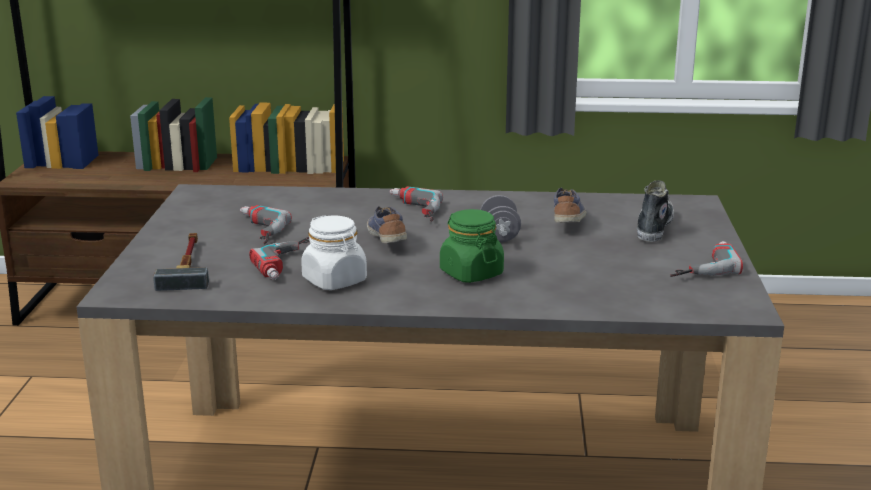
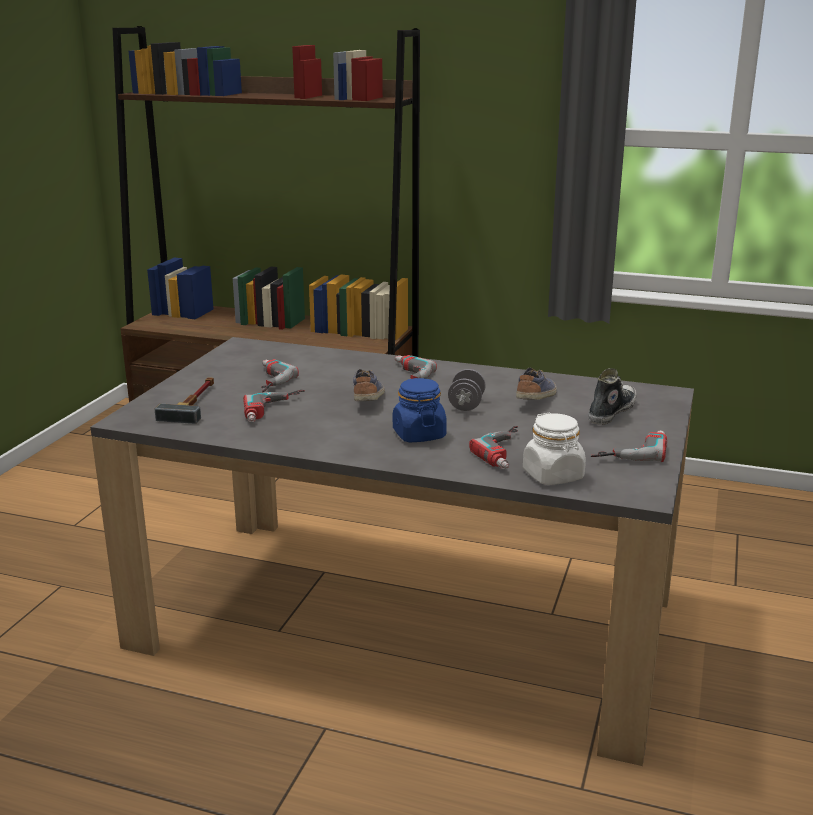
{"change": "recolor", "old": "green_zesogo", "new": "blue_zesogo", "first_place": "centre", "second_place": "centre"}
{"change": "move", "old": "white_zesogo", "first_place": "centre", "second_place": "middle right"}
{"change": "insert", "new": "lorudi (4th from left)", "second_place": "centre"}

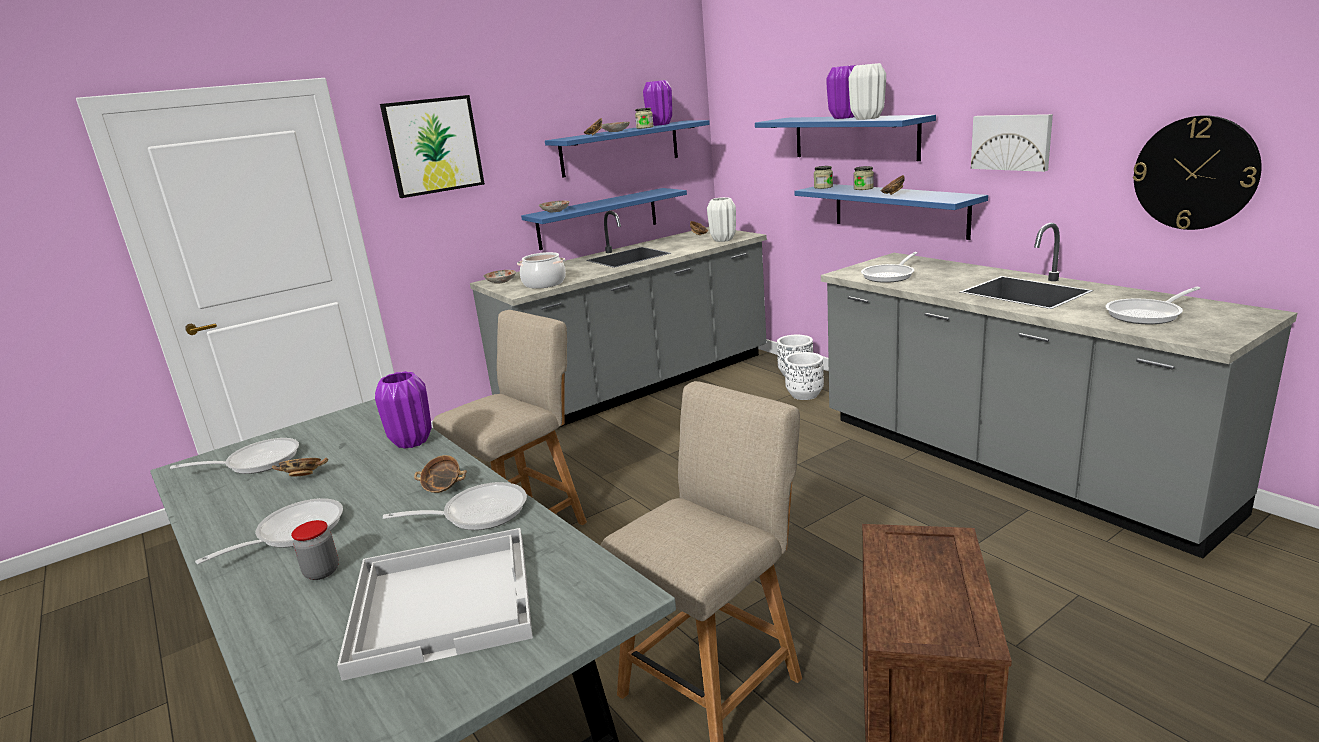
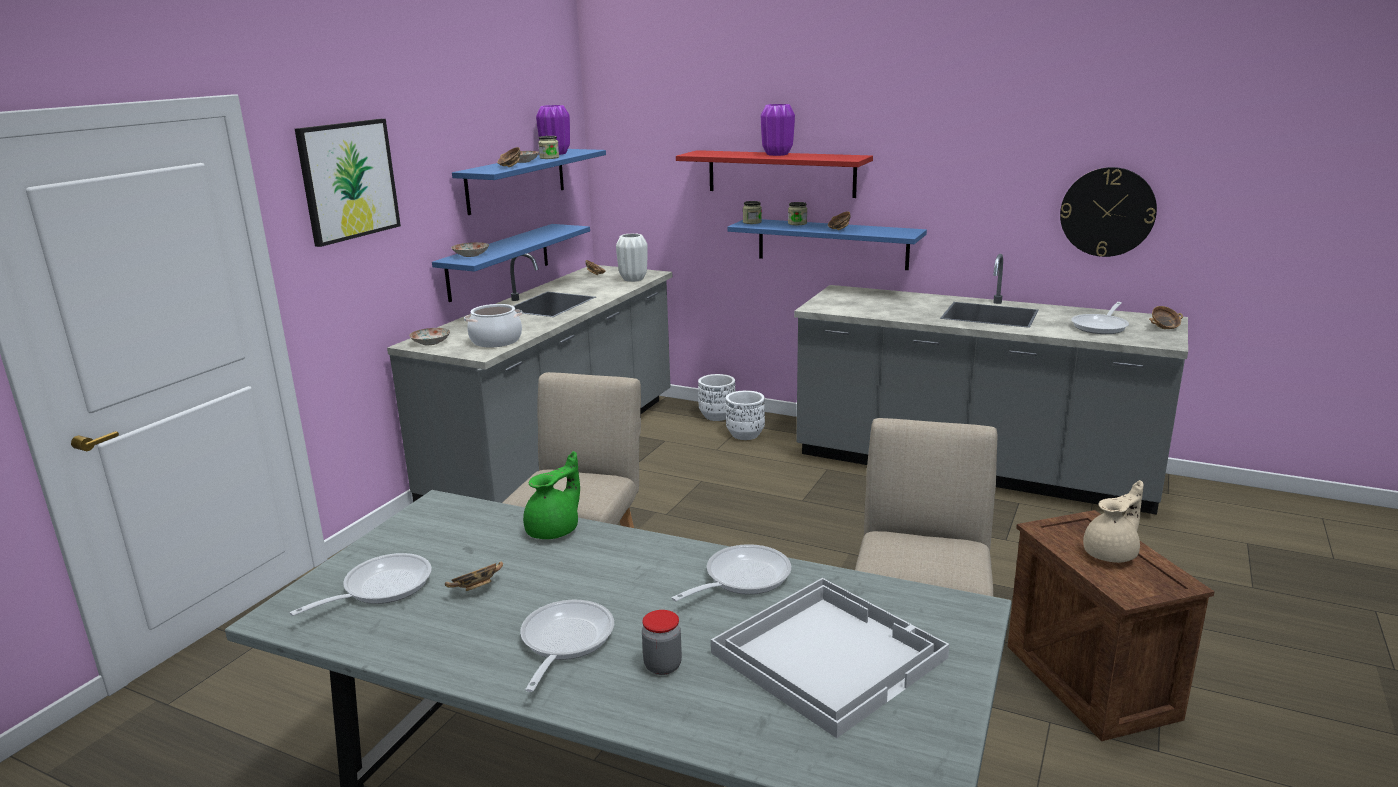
{"change": "delete", "old": "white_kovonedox (2nd from left)", "first_place": "top centre"}
{"change": "delete", "old": "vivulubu (2nd from left)", "first_place": "top right"}
{"change": "recolor", "old": "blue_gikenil (3rd from left)", "new": "red_gikenil", "first_place": "top centre", "second_place": "top centre"}
{"change": "delete", "old": "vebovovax (4th from left)", "first_place": "middle right"}
{"change": "replace", "old": "purple_kovonedox (1st from left)", "new": "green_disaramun", "first_place": "middle left", "second_place": "centre"}
{"change": "move", "old": "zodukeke (2nd from left in the first image)", "new": "zodukeke (5th from left)", "first_place": "centre", "second_place": "middle right"}
{"change": "insert", "new": "beige_disaramun", "second_place": "middle right"}

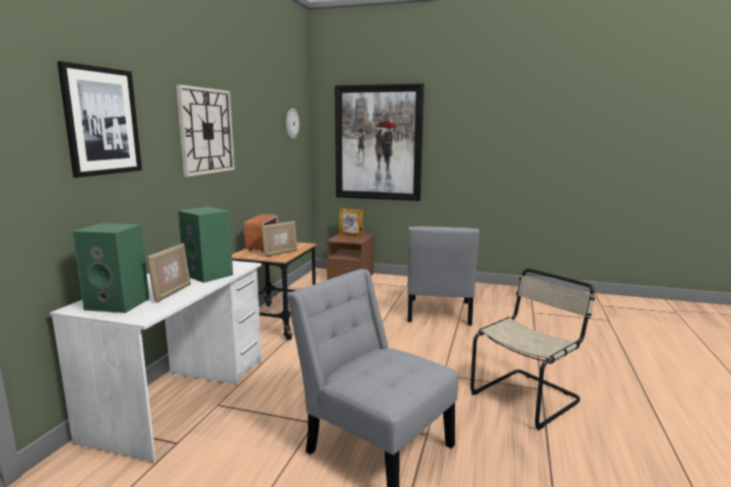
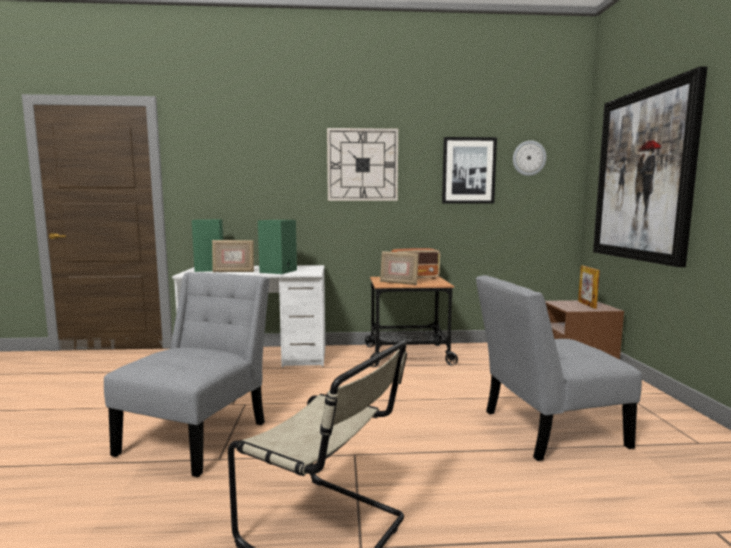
{"change": "move", "old": "vivulubu (1st from left)", "first_place": "top left", "second_place": "top centre"}

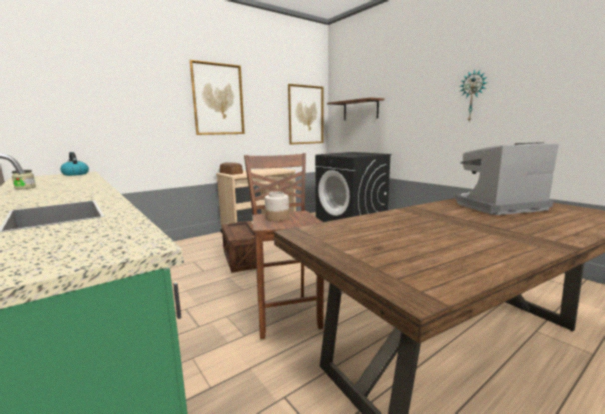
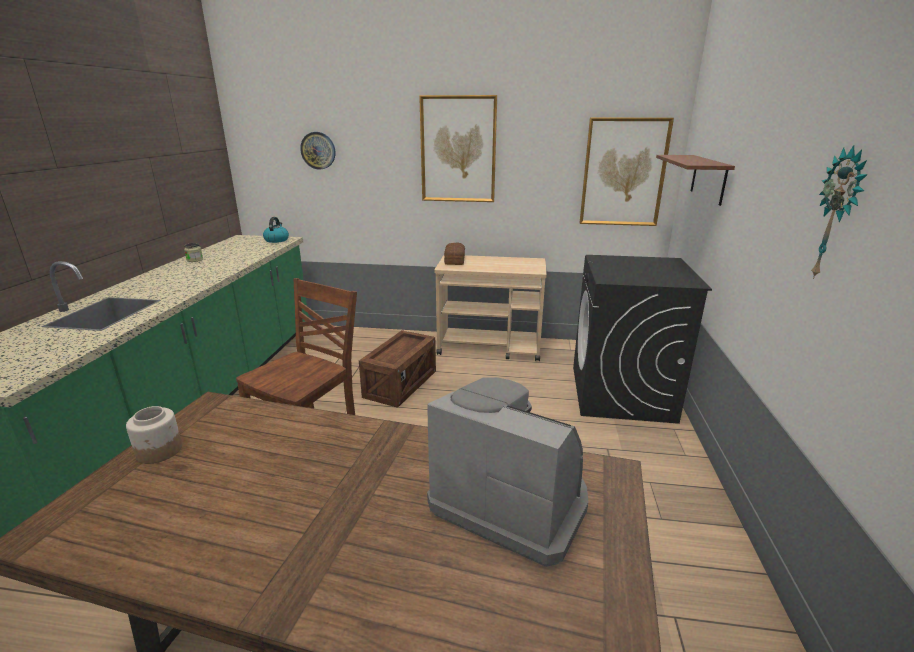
{"change": "move", "old": "zesogo (2nd from left in the first image)", "new": "zesogo (1st from left)", "first_place": "centre", "second_place": "bottom left"}
{"change": "insert", "new": "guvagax (1st from left)", "second_place": "top centre"}

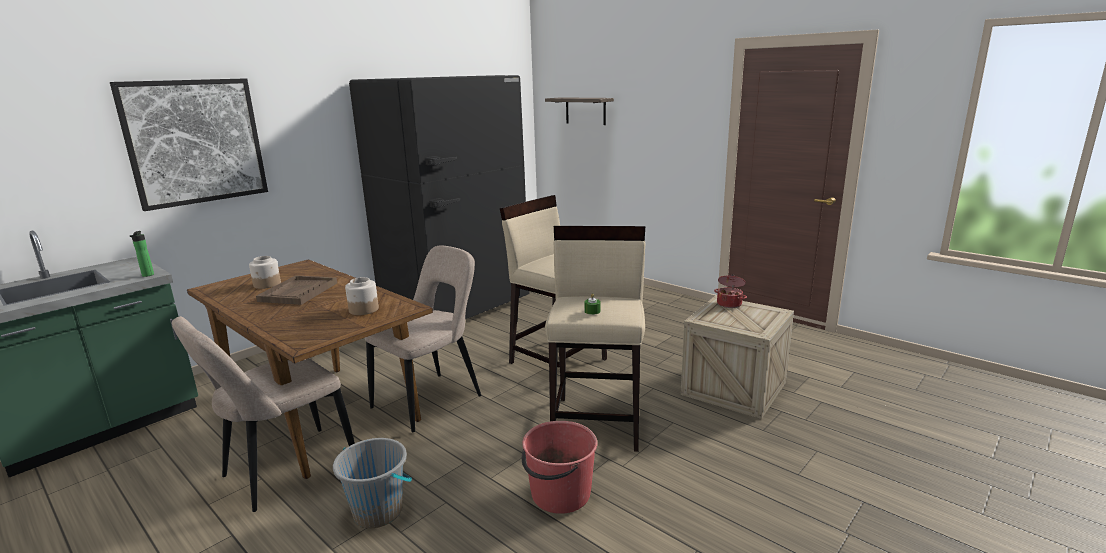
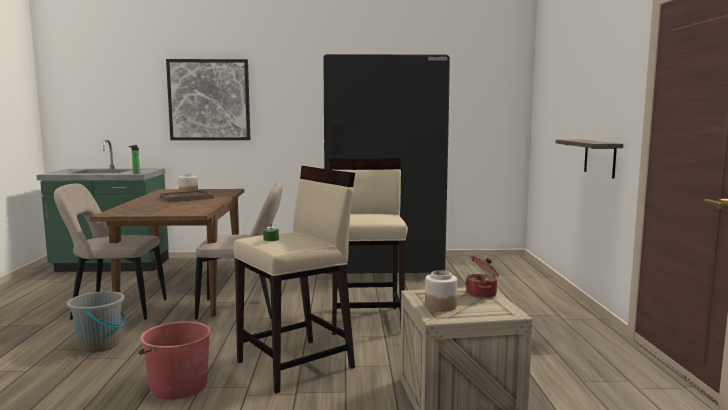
{"change": "move", "old": "gikenil", "first_place": "top centre", "second_place": "middle right"}
{"change": "move", "old": "zesogo (2nd from left)", "first_place": "middle left", "second_place": "bottom centre"}

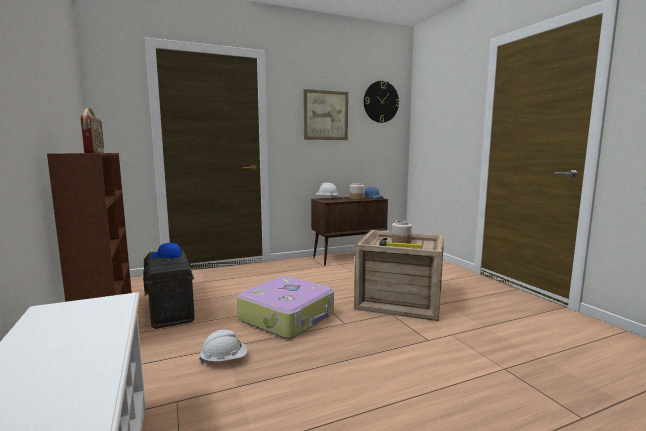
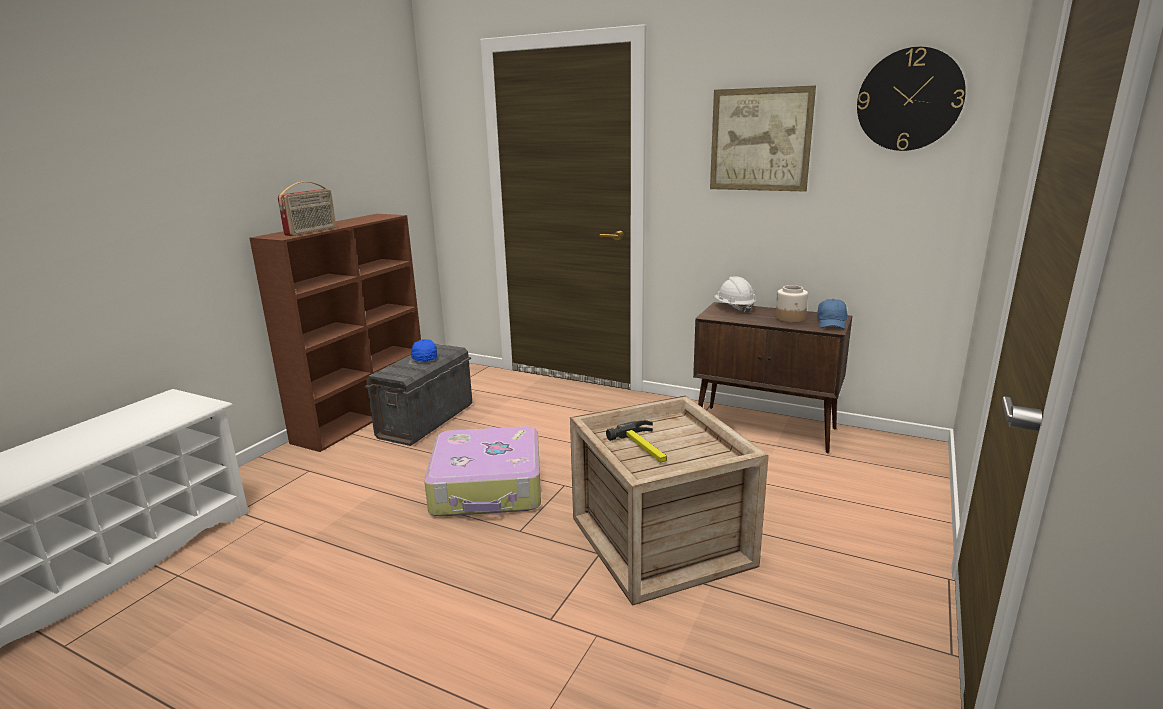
{"change": "delete", "old": "zesogo (2nd from left)", "first_place": "centre"}
{"change": "delete", "old": "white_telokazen (1st from left)", "first_place": "bottom centre"}

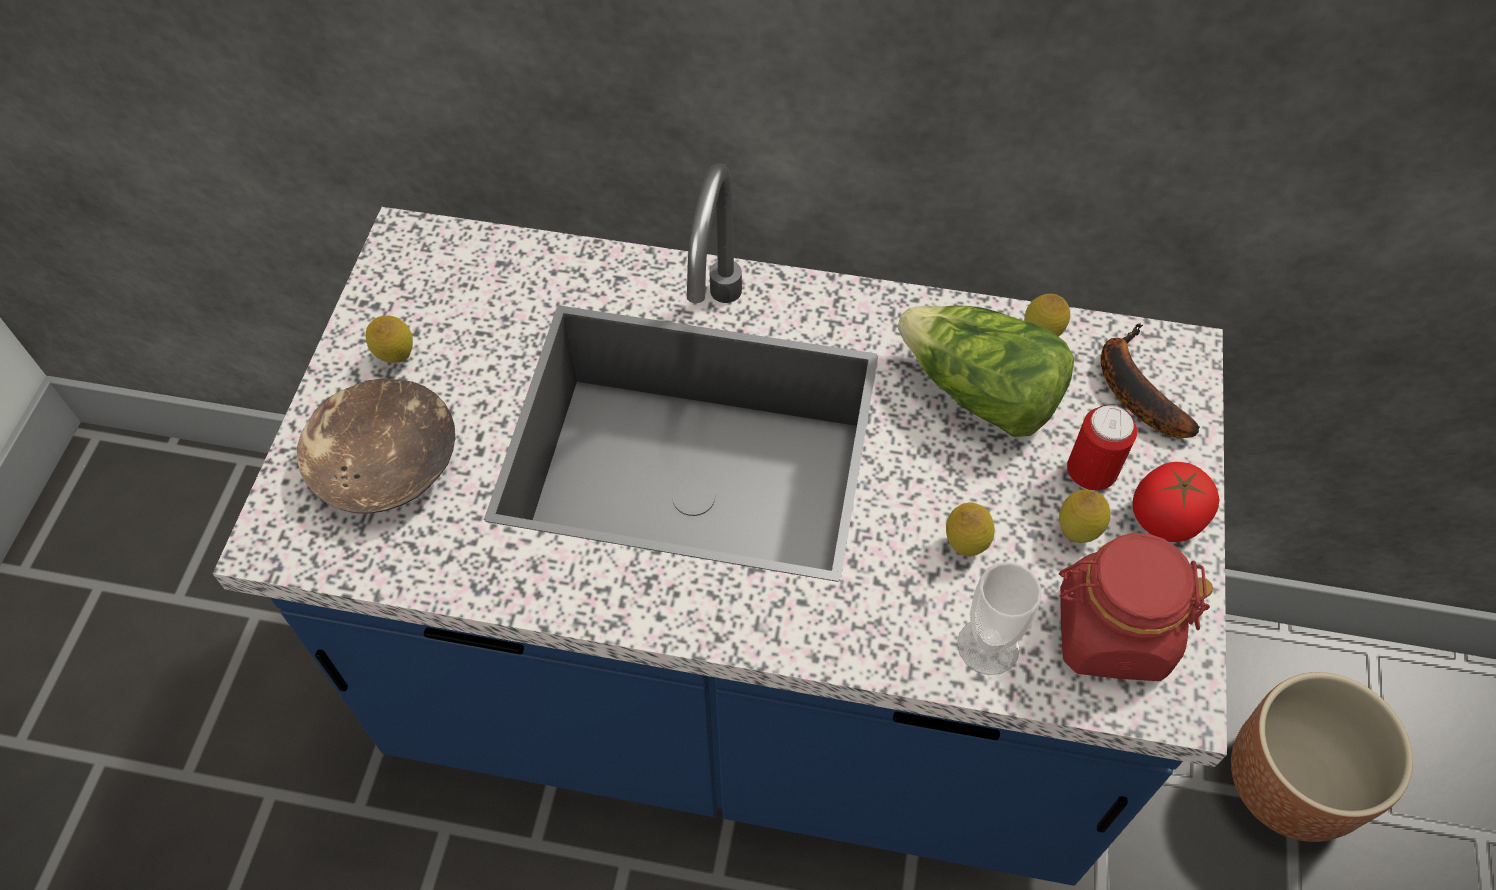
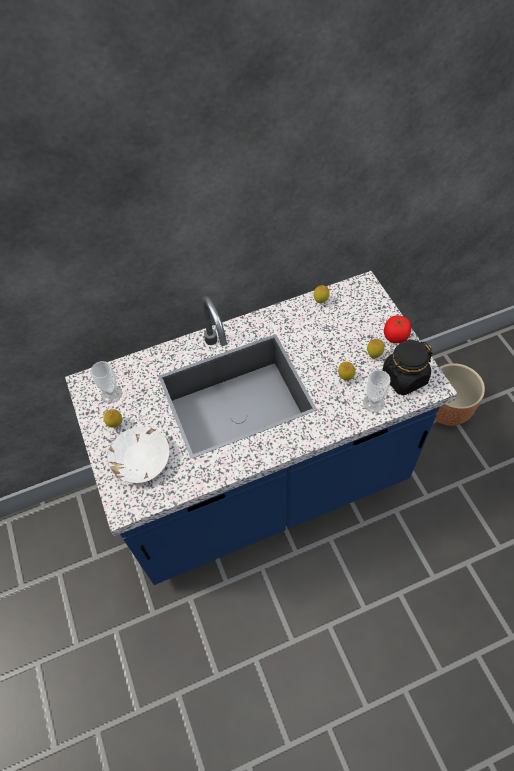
{"change": "delete", "old": "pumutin", "first_place": "centre"}
{"change": "delete", "old": "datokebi", "first_place": "middle right"}
{"change": "recolor", "old": "brown_zodukeke", "new": "white_zodukeke", "first_place": "middle left", "second_place": "middle left"}
{"change": "delete", "old": "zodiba", "first_place": "middle right"}
{"change": "recolor", "old": "red_zesogo", "new": "black_zesogo", "first_place": "bottom right", "second_place": "middle right"}
{"change": "insert", "new": "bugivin (1st from left)", "second_place": "middle left"}

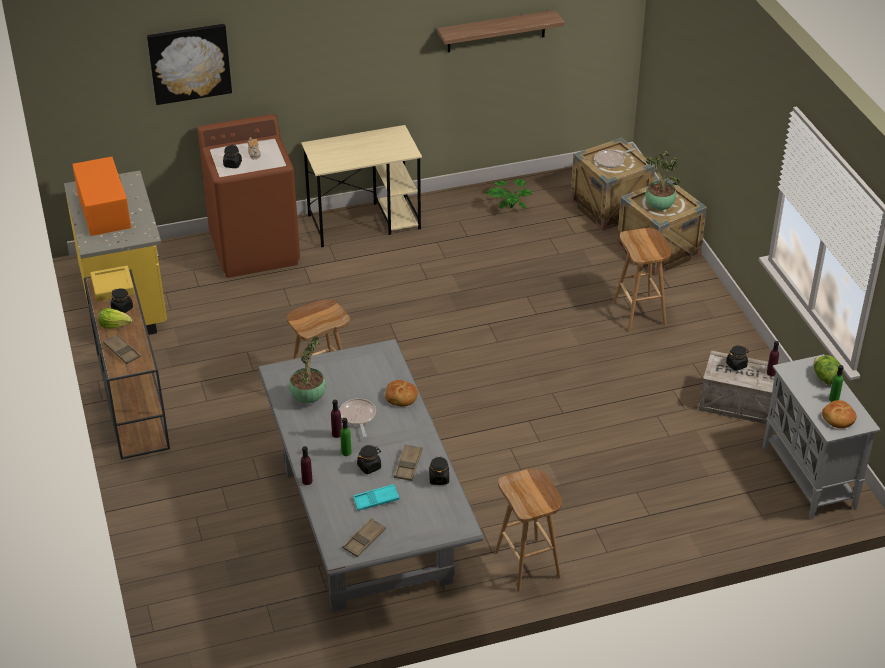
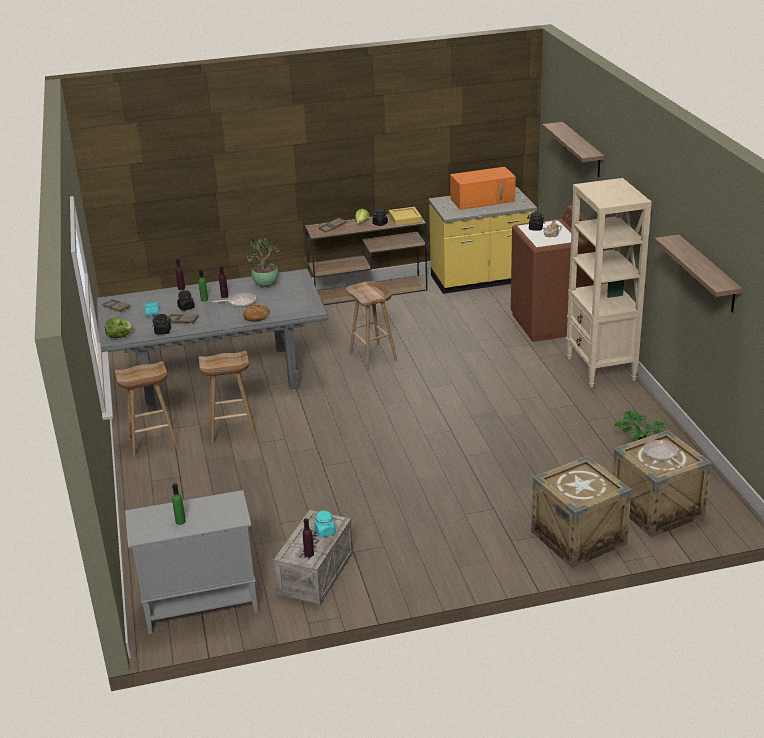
{"change": "replace", "old": "vivulubu", "new": "gikenil (1st from left)", "first_place": "top left", "second_place": "top right"}
{"change": "replace", "old": "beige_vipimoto", "new": "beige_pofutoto", "first_place": "top centre", "second_place": "middle right"}
{"change": "delete", "old": "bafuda (3rd from left)", "first_place": "top right"}
{"change": "move", "old": "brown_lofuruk (3rd from left in the first image)", "new": "brown_lofuruk (2nd from left)", "first_place": "middle right", "second_place": "middle left"}
{"change": "recolor", "old": "black_zesogo (5th from left)", "new": "turquoise_zesogo", "first_place": "middle right", "second_place": "bottom centre"}
{"change": "move", "old": "pumutin (2nd from left in the first image)", "new": "pumutin (1st from left)", "first_place": "middle right", "second_place": "middle left"}
{"change": "delete", "old": "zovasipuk (2nd from left)", "first_place": "middle right"}

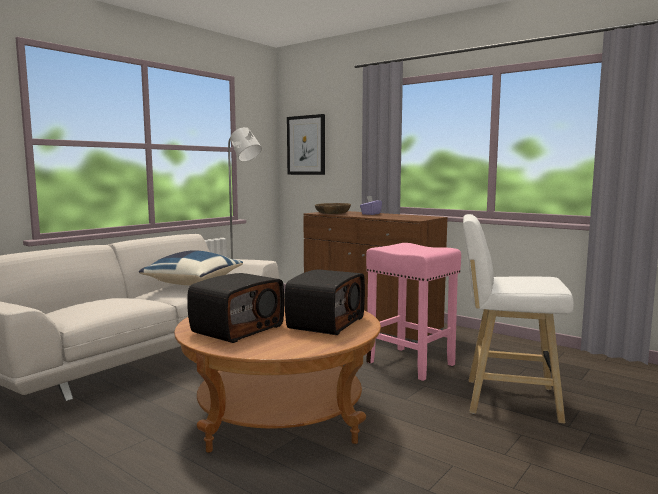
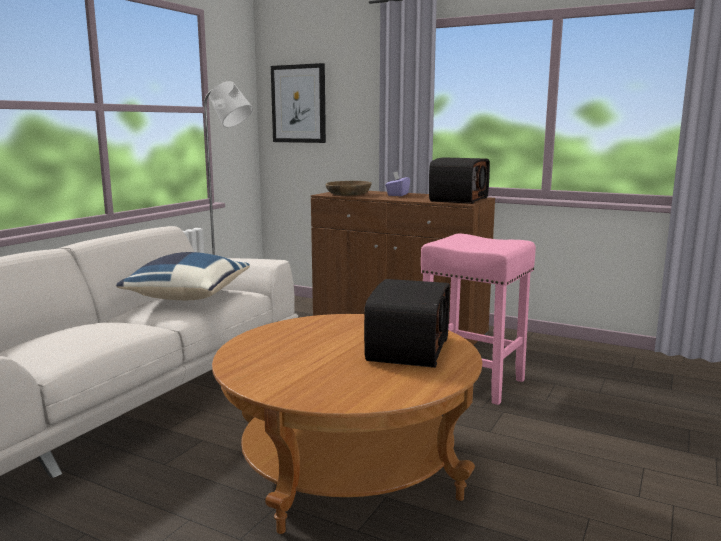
{"change": "delete", "old": "white_lofuruk", "first_place": "middle right"}
{"change": "move", "old": "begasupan (1st from left in the first image)", "new": "begasupan (2nd from left)", "first_place": "centre", "second_place": "top centre"}

